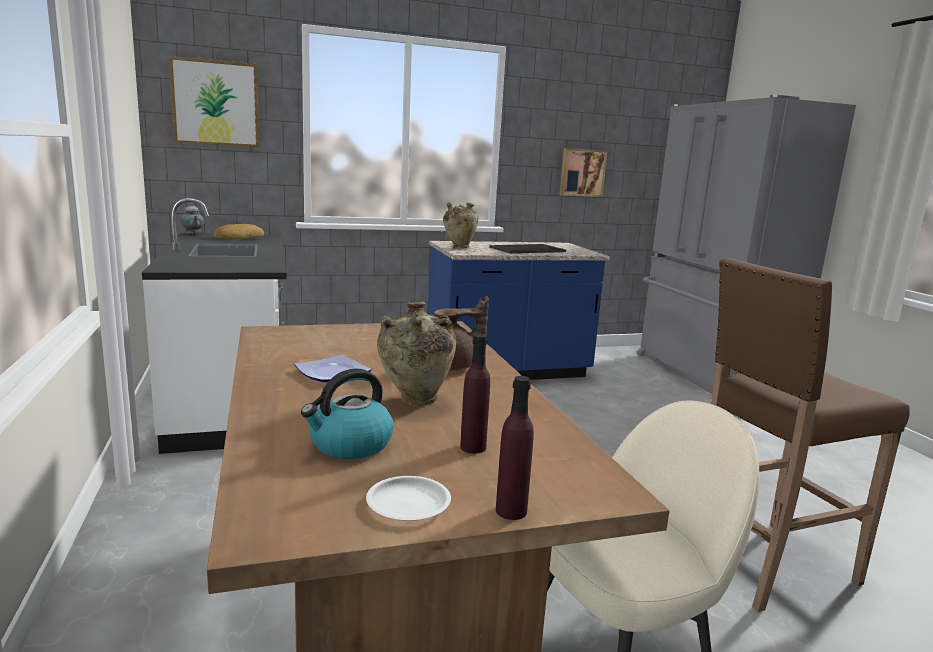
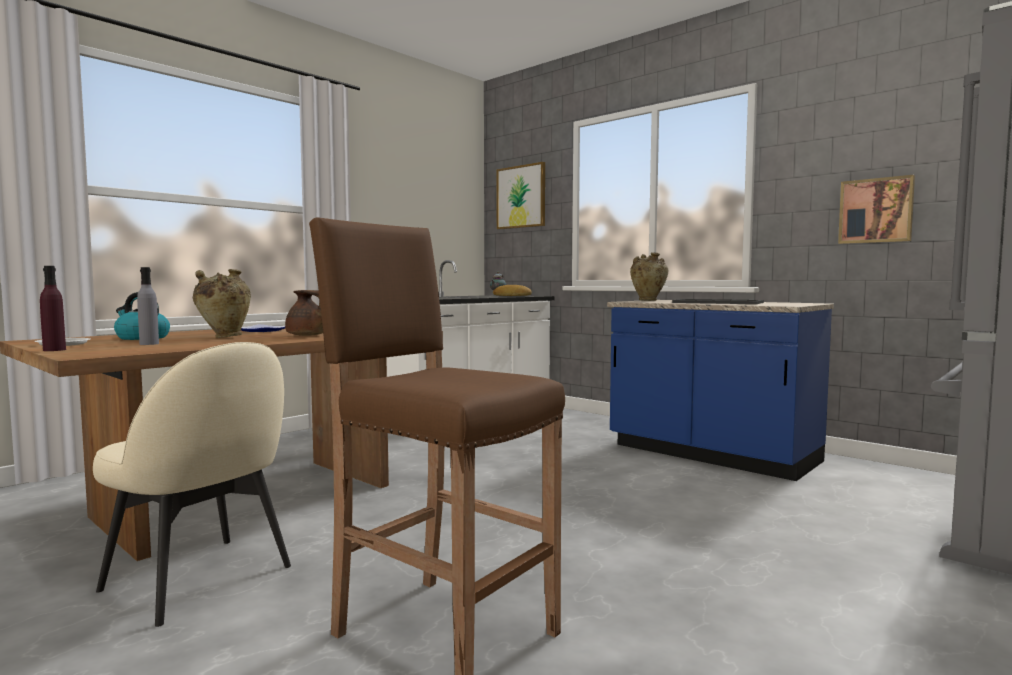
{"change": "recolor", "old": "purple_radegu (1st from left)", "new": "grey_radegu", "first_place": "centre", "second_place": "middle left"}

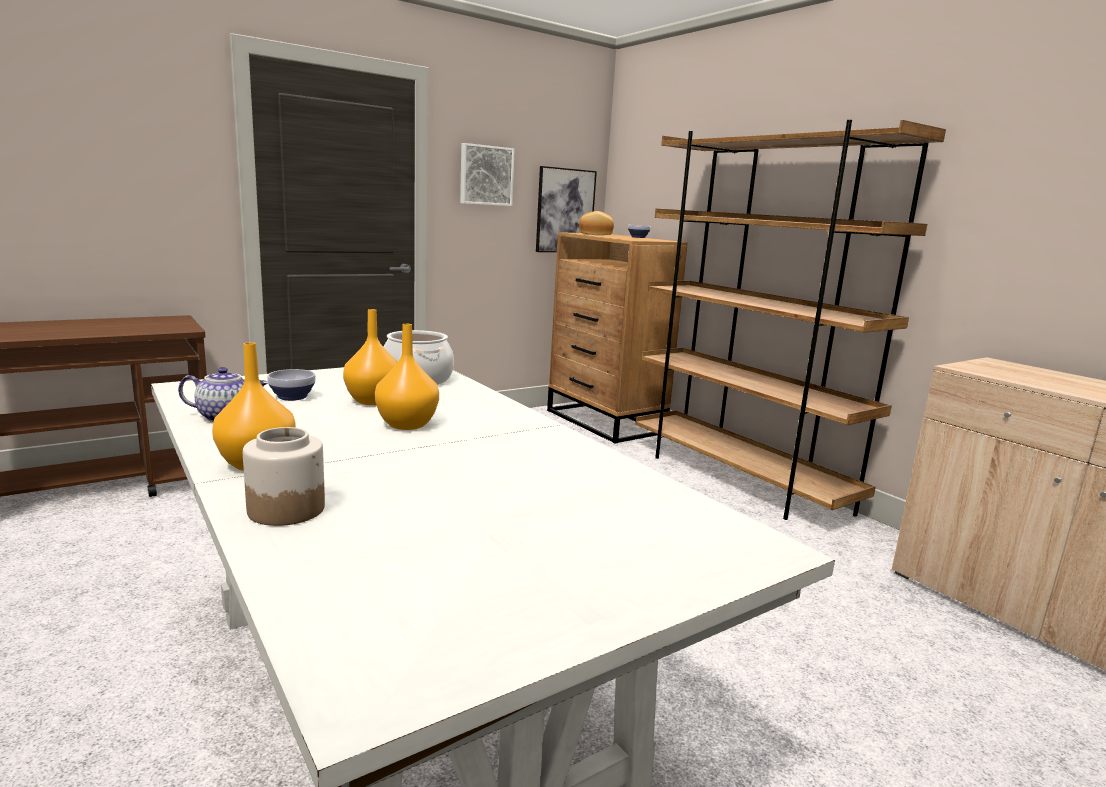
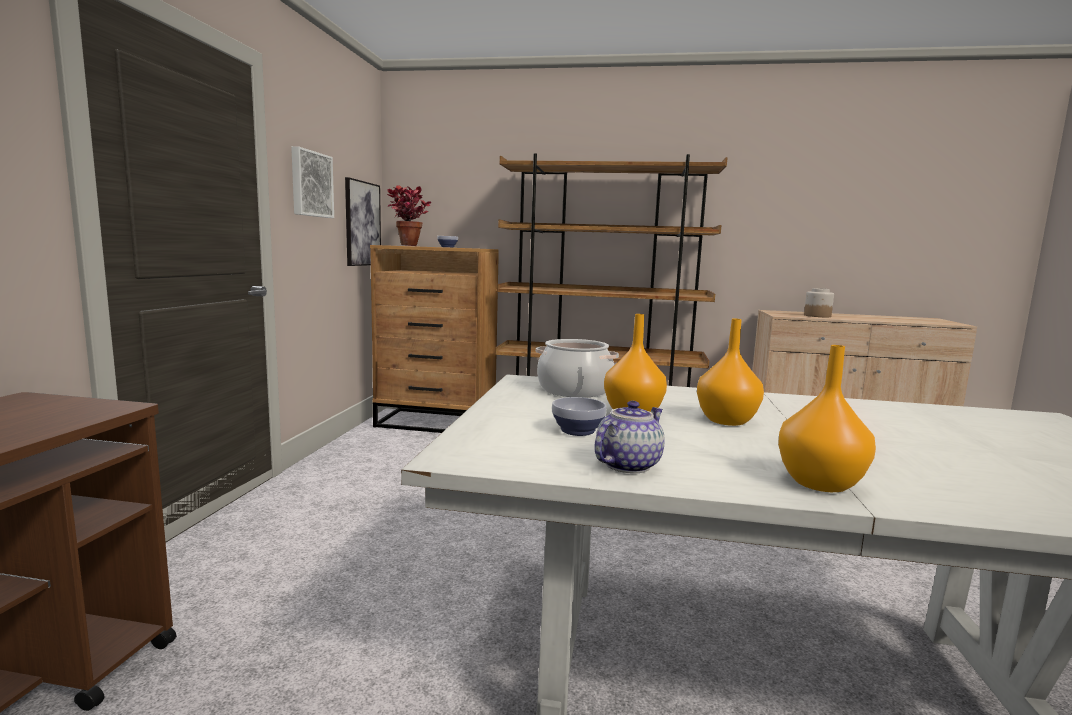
{"change": "replace", "old": "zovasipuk", "new": "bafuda", "first_place": "top centre", "second_place": "top centre"}
{"change": "move", "old": "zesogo", "first_place": "middle left", "second_place": "middle right"}

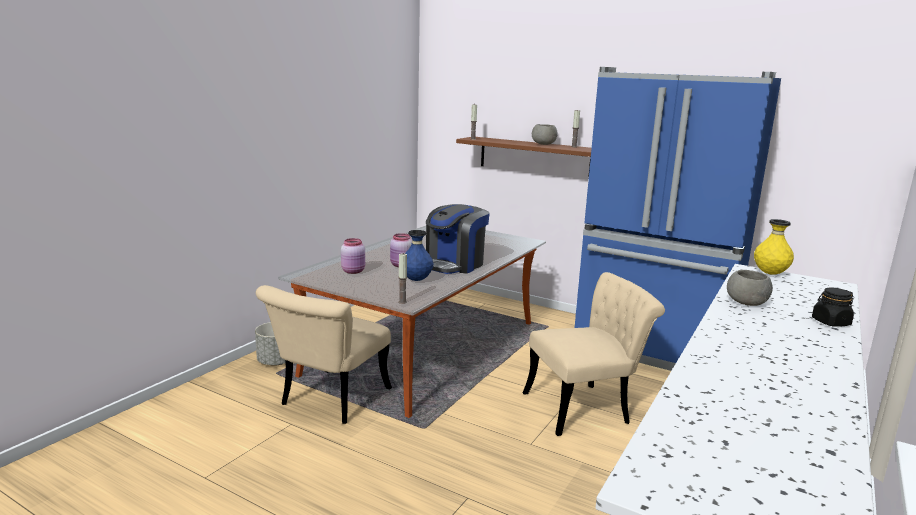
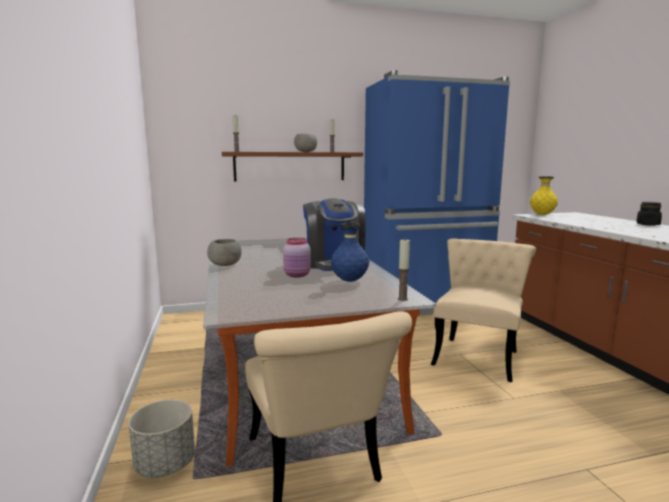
{"change": "delete", "old": "pink_zesogo (1st from left)", "first_place": "centre"}
{"change": "move", "old": "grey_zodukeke (2nd from left in the first image)", "new": "grey_zodukeke (1st from left)", "first_place": "middle right", "second_place": "centre"}

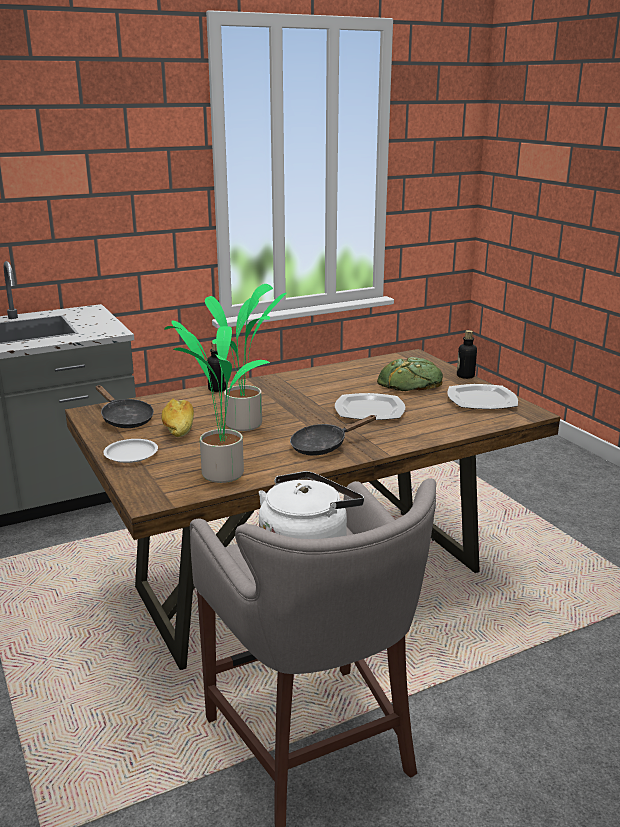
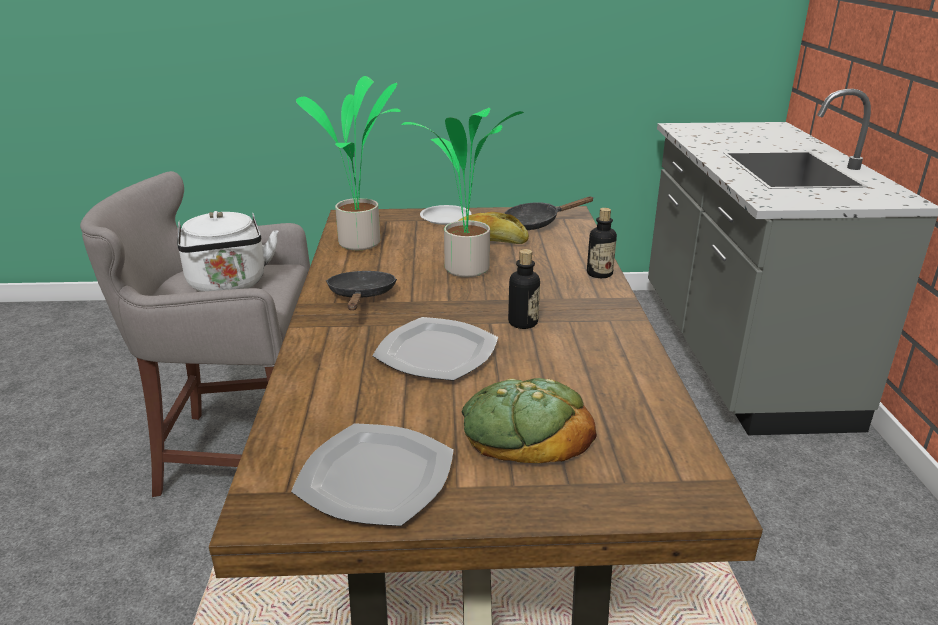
{"change": "move", "old": "radegu (2nd from left in the first image)", "new": "radegu (1st from left)", "first_place": "middle right", "second_place": "centre"}

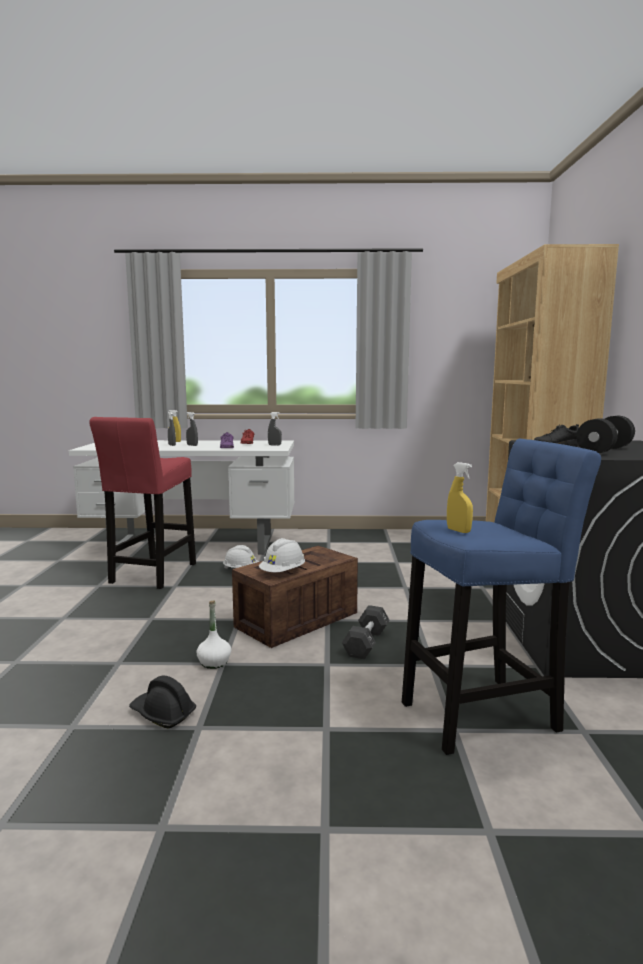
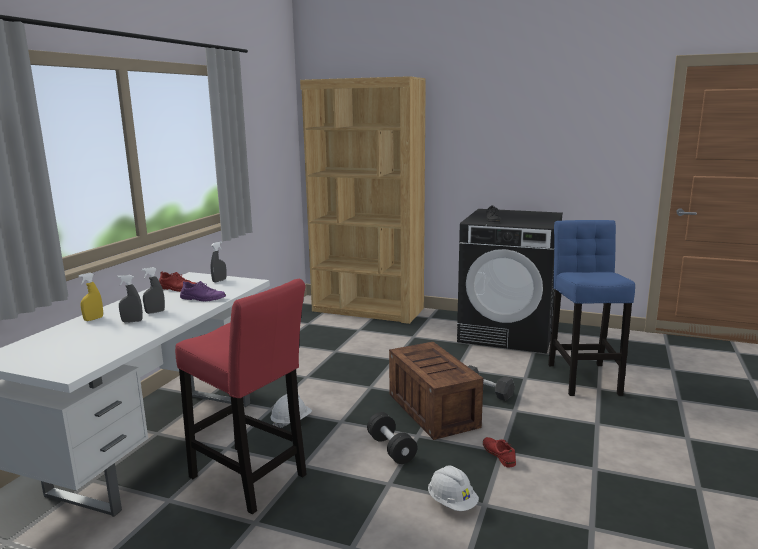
{"change": "move", "old": "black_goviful (2nd from left in the first image)", "new": "black_goviful (1st from left)", "first_place": "middle right", "second_place": "bottom centre"}
{"change": "delete", "old": "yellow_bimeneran (2nd from left)", "first_place": "middle right"}
{"change": "move", "old": "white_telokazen (2nd from left)", "first_place": "centre", "second_place": "bottom centre"}
{"change": "replace", "old": "white_radegu", "new": "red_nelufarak (2nd from left)", "first_place": "middle left", "second_place": "bottom centre"}
{"change": "delete", "old": "black_telokazen", "first_place": "bottom left"}

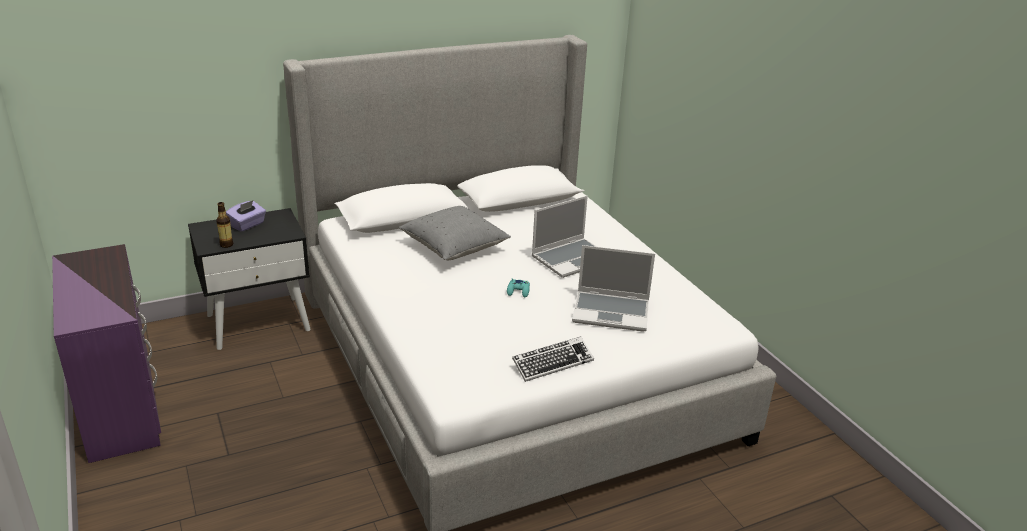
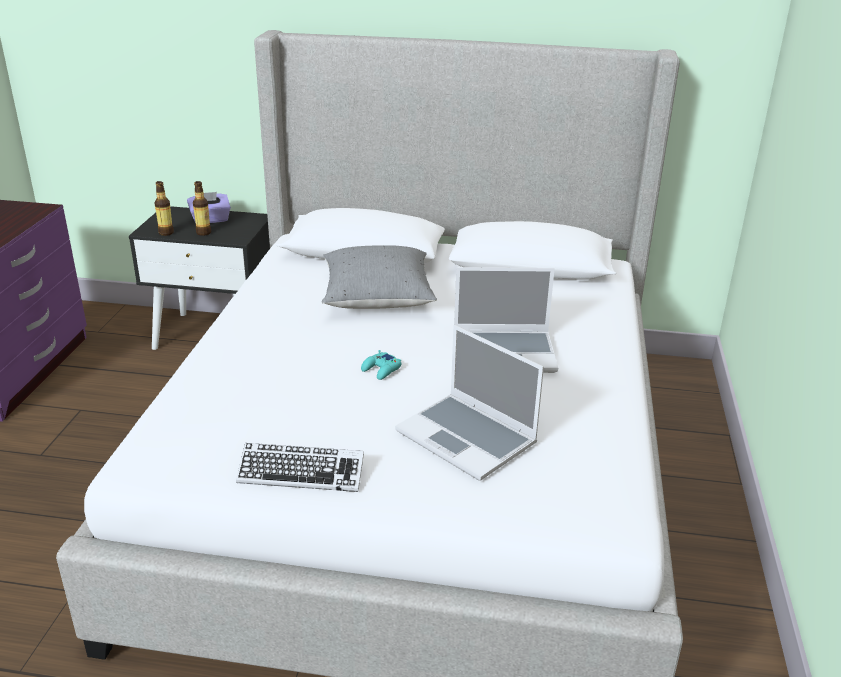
{"change": "insert", "new": "radegu (2nd from left)", "second_place": "top left"}

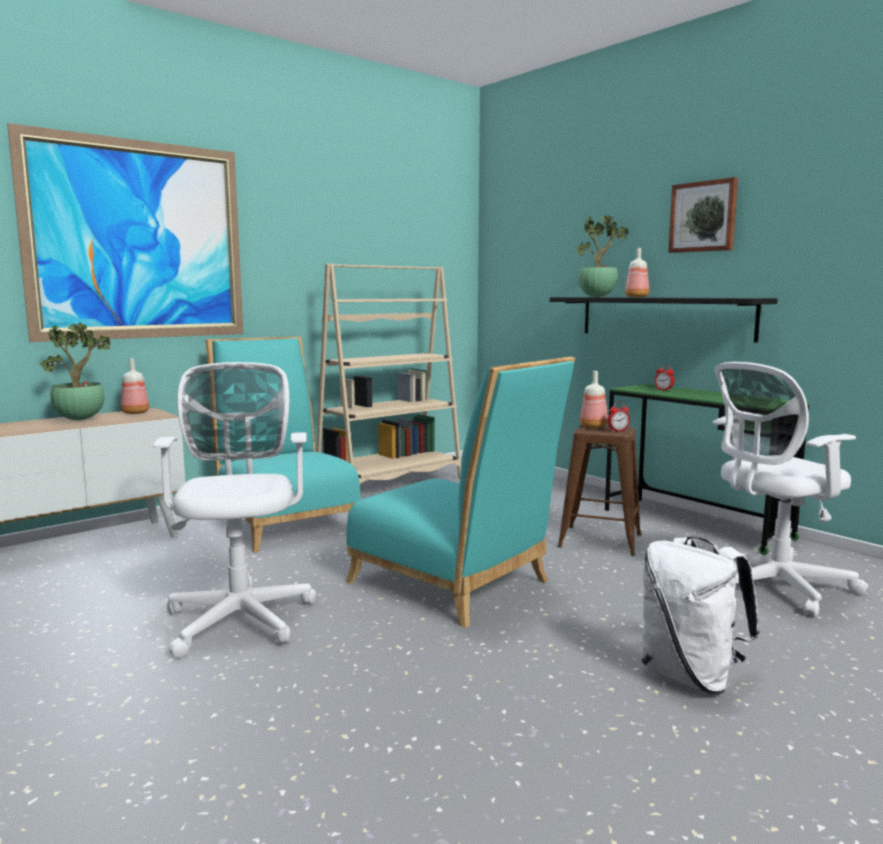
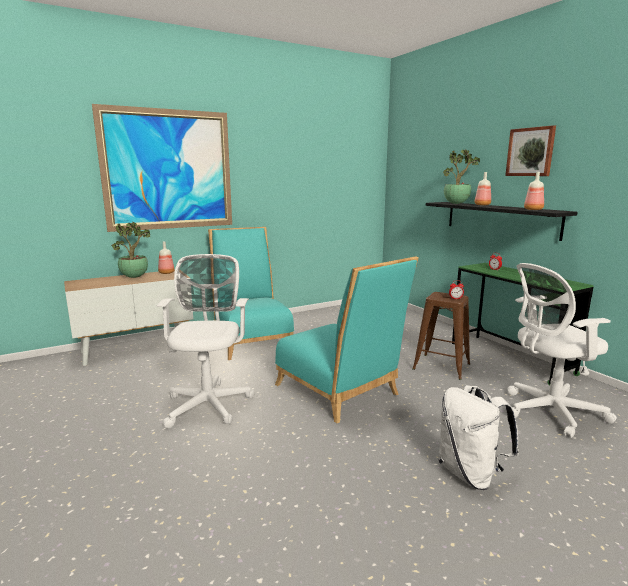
{"change": "delete", "old": "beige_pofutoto", "first_place": "centre"}
{"change": "move", "old": "radegu (2nd from left in the first image)", "new": "radegu (3rd from left)", "first_place": "middle right", "second_place": "top right"}

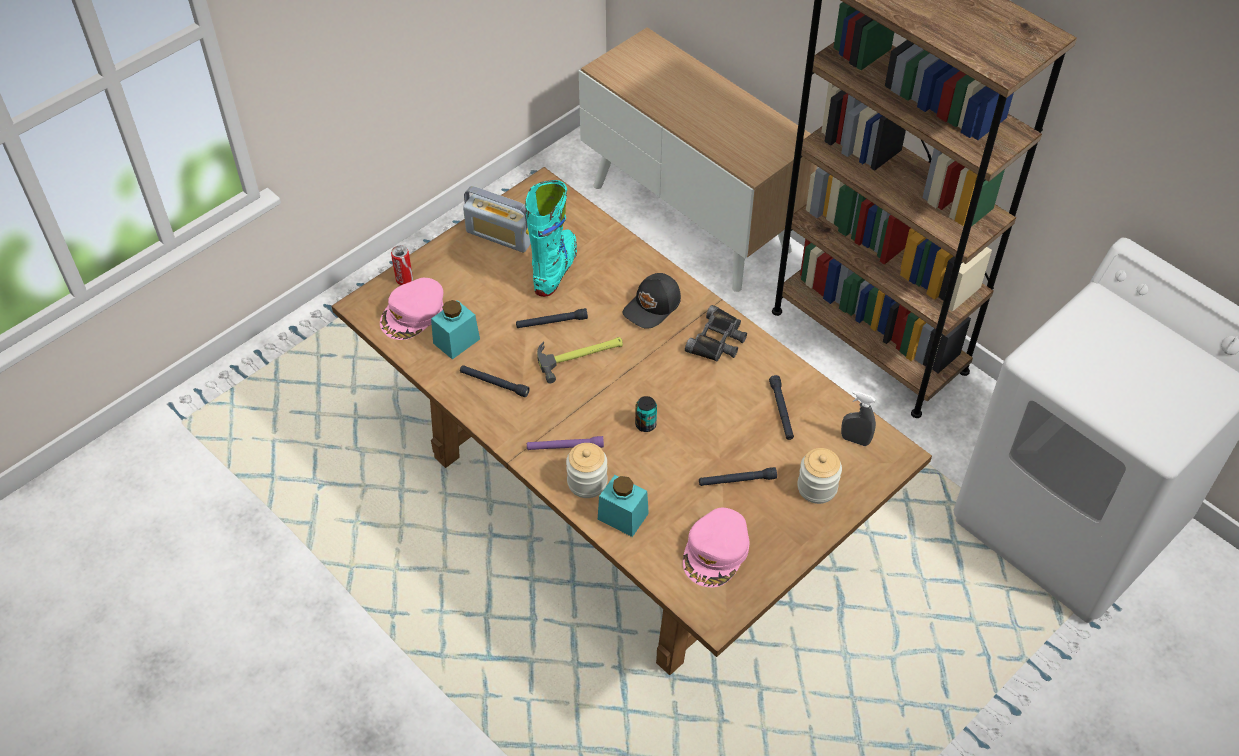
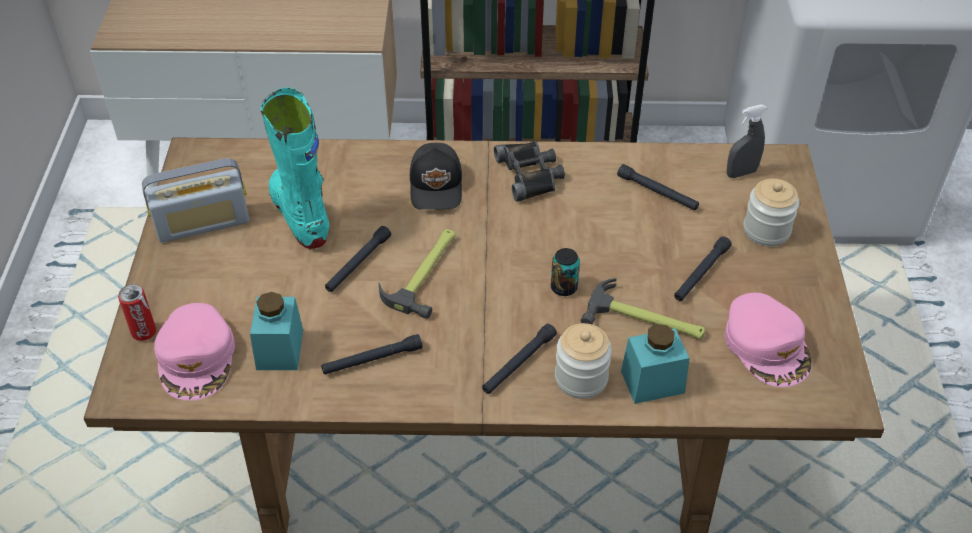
{"change": "recolor", "old": "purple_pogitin", "new": "black_pogitin (3rd from left)", "first_place": "centre", "second_place": "bottom centre"}
{"change": "insert", "new": "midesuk (2nd from left)", "second_place": "centre"}

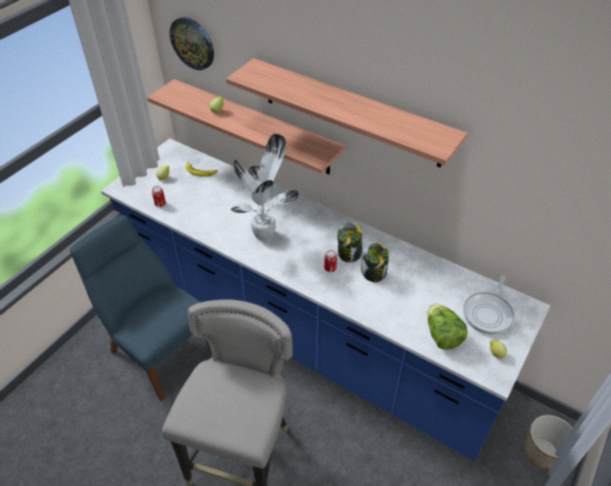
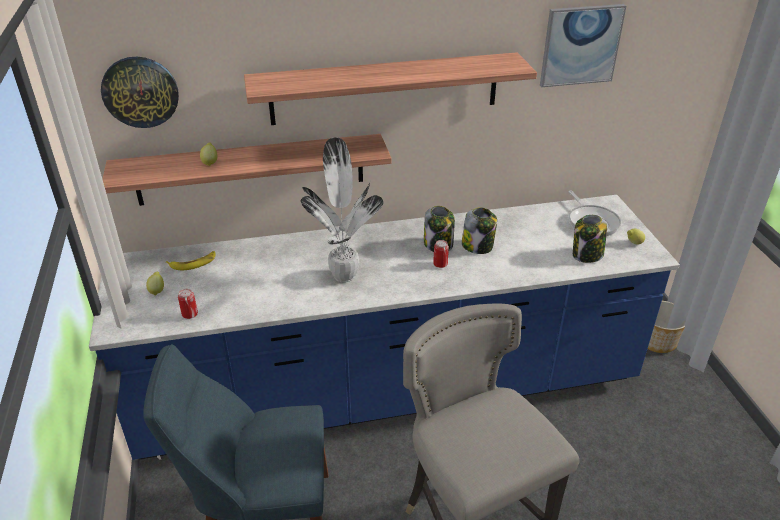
{"change": "replace", "old": "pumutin", "new": "zesogo (3rd from left)", "first_place": "bottom right", "second_place": "middle right"}
{"change": "insert", "new": "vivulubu", "second_place": "top right"}

